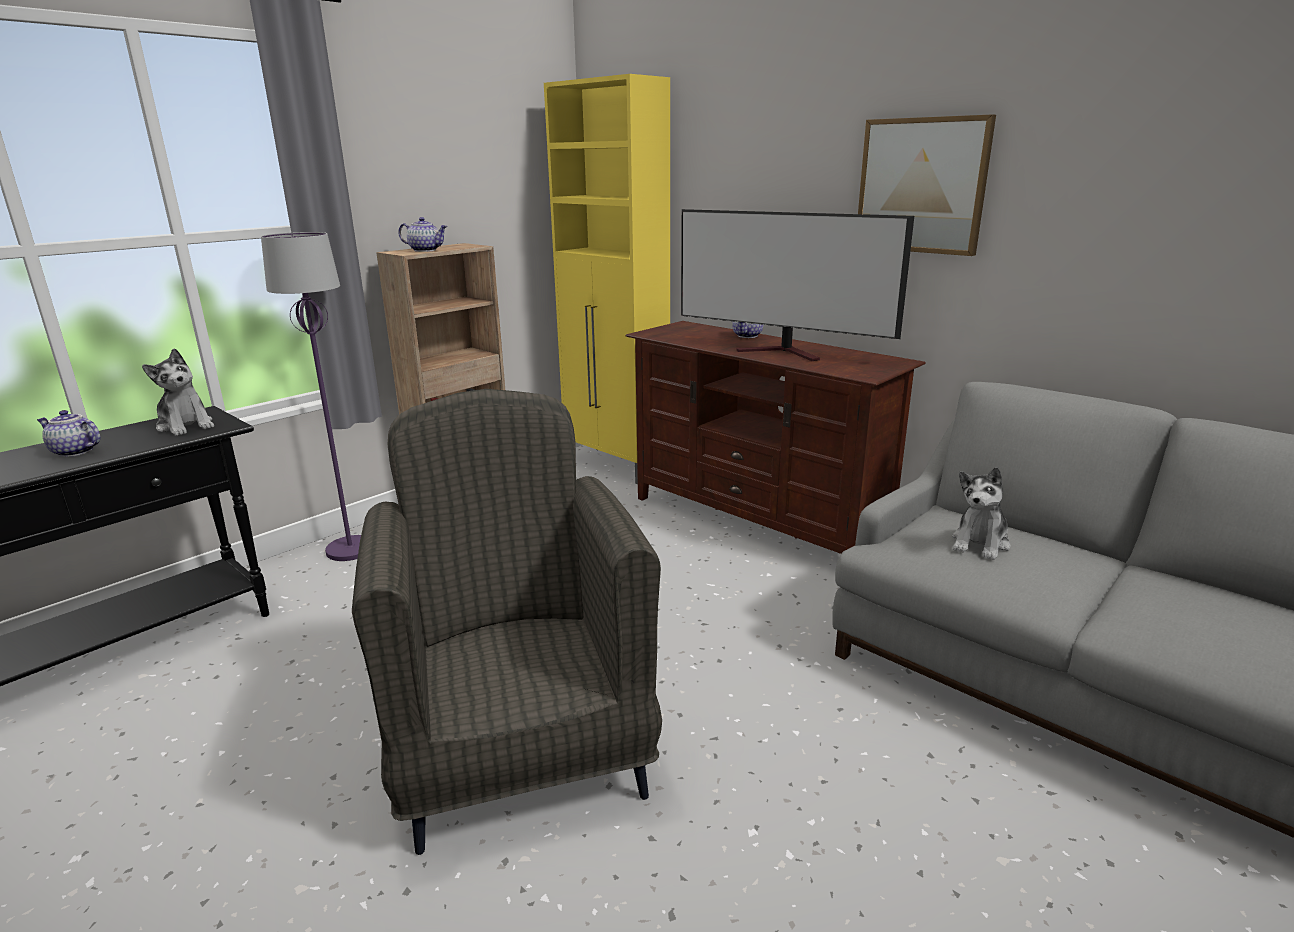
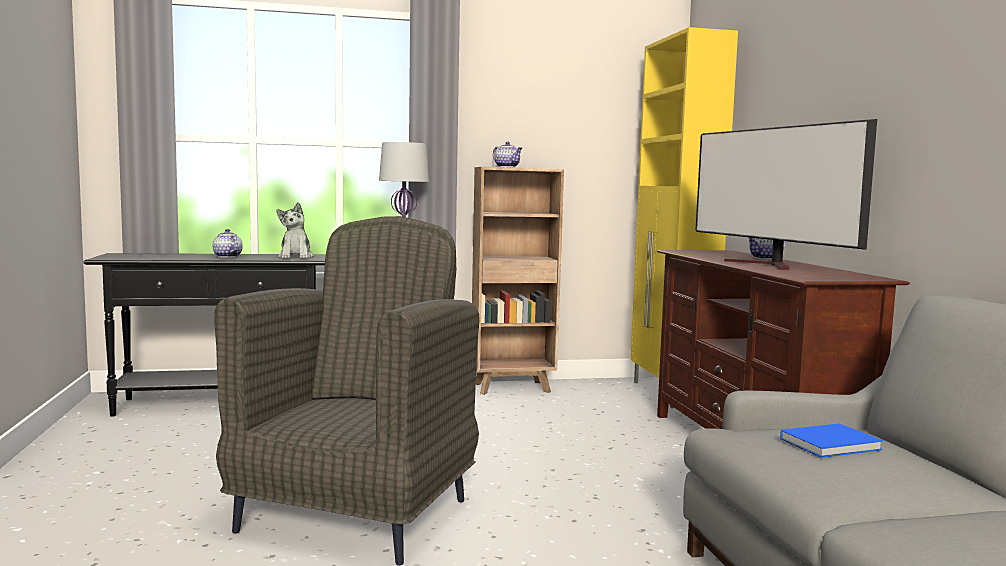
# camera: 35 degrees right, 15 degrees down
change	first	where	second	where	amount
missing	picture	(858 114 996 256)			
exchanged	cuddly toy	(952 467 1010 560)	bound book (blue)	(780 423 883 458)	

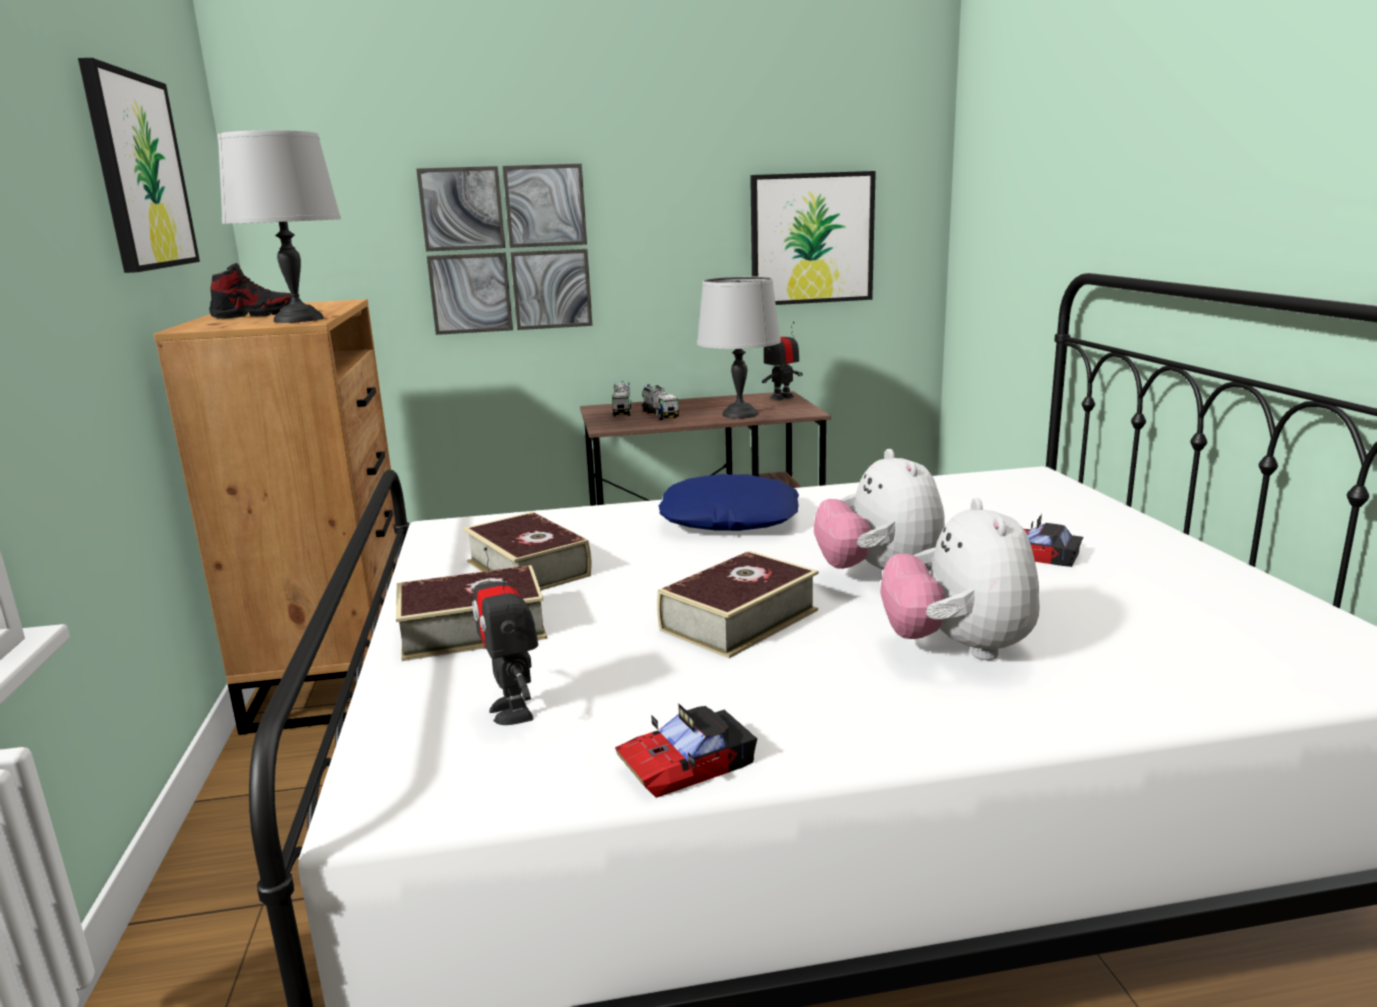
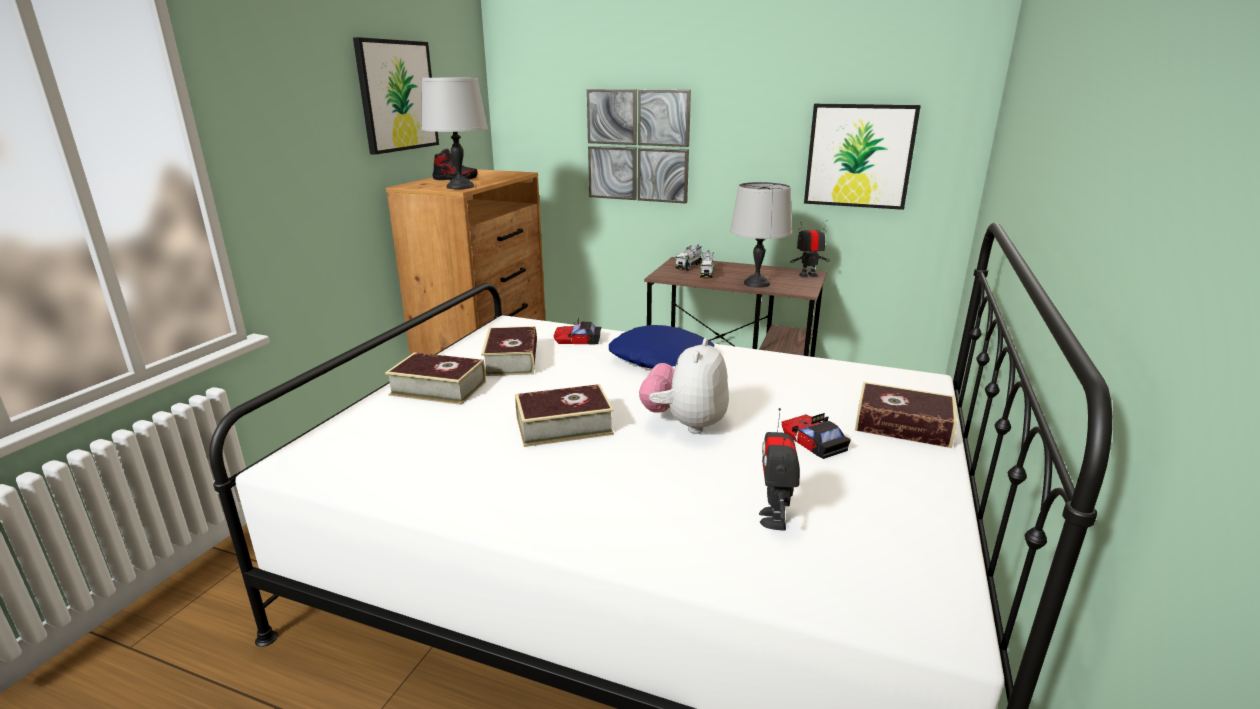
# camera: 30 degrees right, 5 degrees up
change	first	where	second	where	amount
missing	cuddly toy	(880 498 1040 660)			
relocated	toy robot	(472 547 538 725)		(759 408 800 531)	
relocated	miniature car	(615 703 757 798)		(553 318 601 344)	
appeared			bound book	(855 382 957 448)	

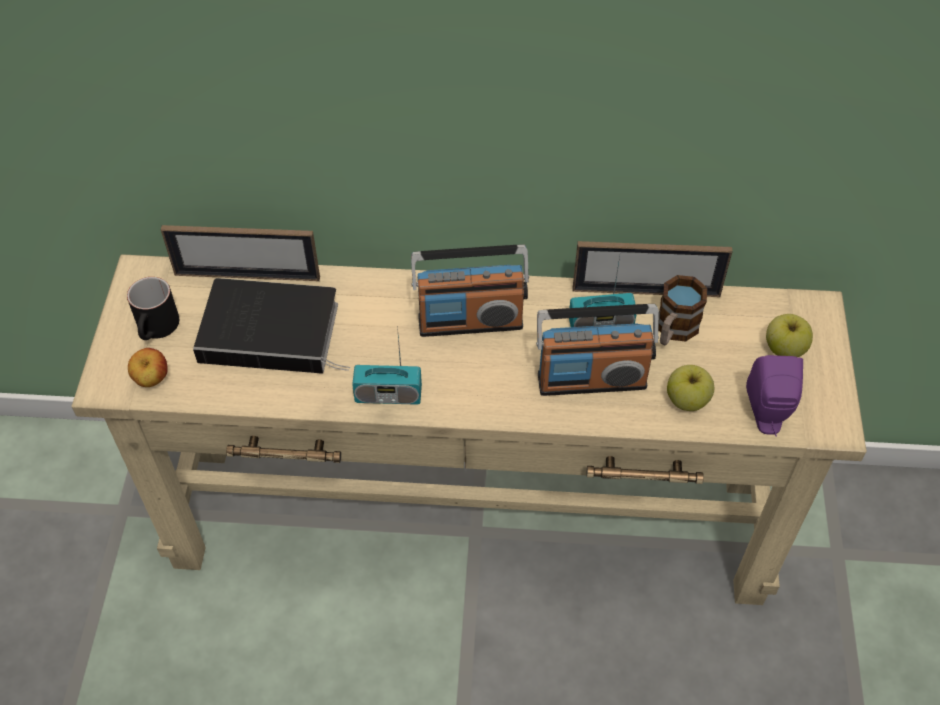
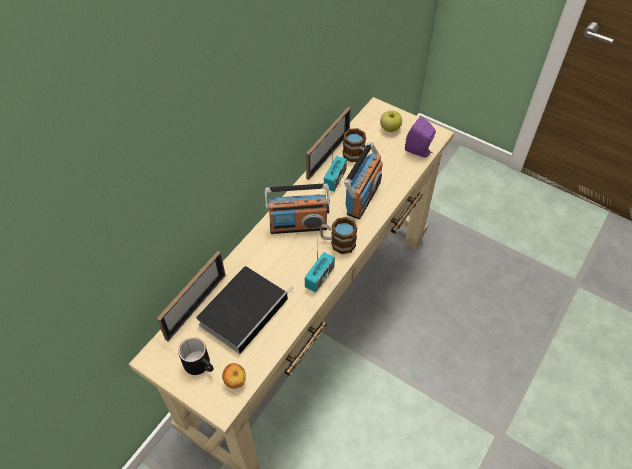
# camera: 60 degrees left, 0 degrees up
change	first	where	second	where	amount
spun	radio receiver	(411 244 529 337)		(265 183 330 234)	60 degrees clockwise
missing	apple fruit	(667 365 714 411)			
appeared			tea mug	(320 217 357 254)	

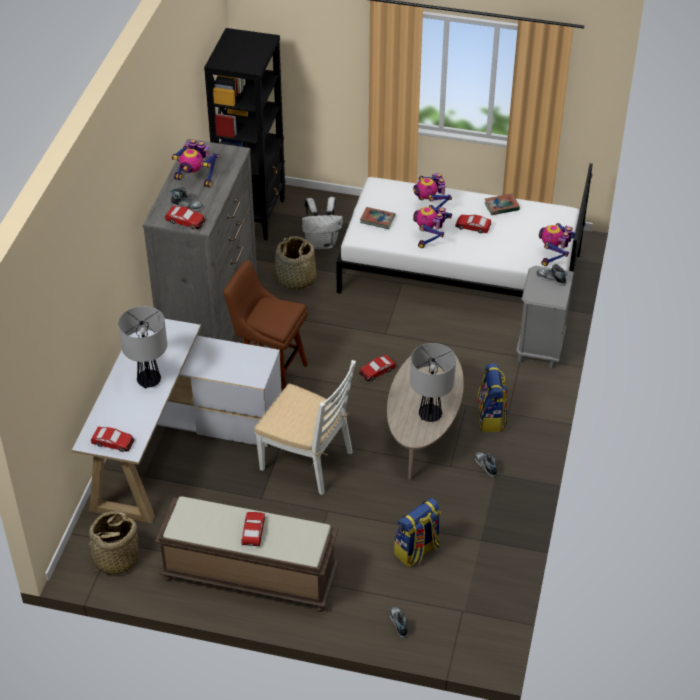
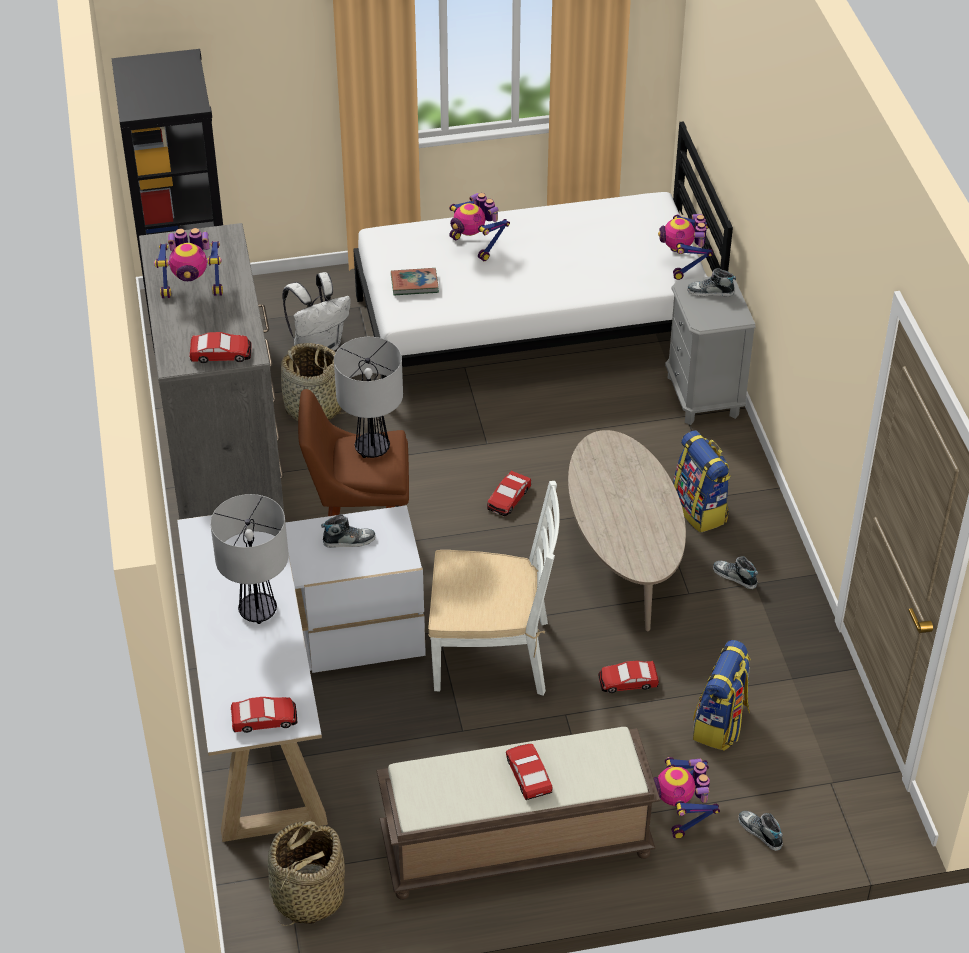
# camera: 25 degrees left, 0 degrees up
change	first	where	second	where	amount
relocated	item of footwear	(170 187 203 212)		(321 514 376 548)	
missing	bound book	(485 194 520 215)			
relocated	toy robot	(413 205 452 248)		(654 757 720 839)	
relocated	miniature car	(455 215 491 233)		(598 660 659 693)	
relocated	lamp for a table	(410 343 456 422)		(334 337 403 458)	

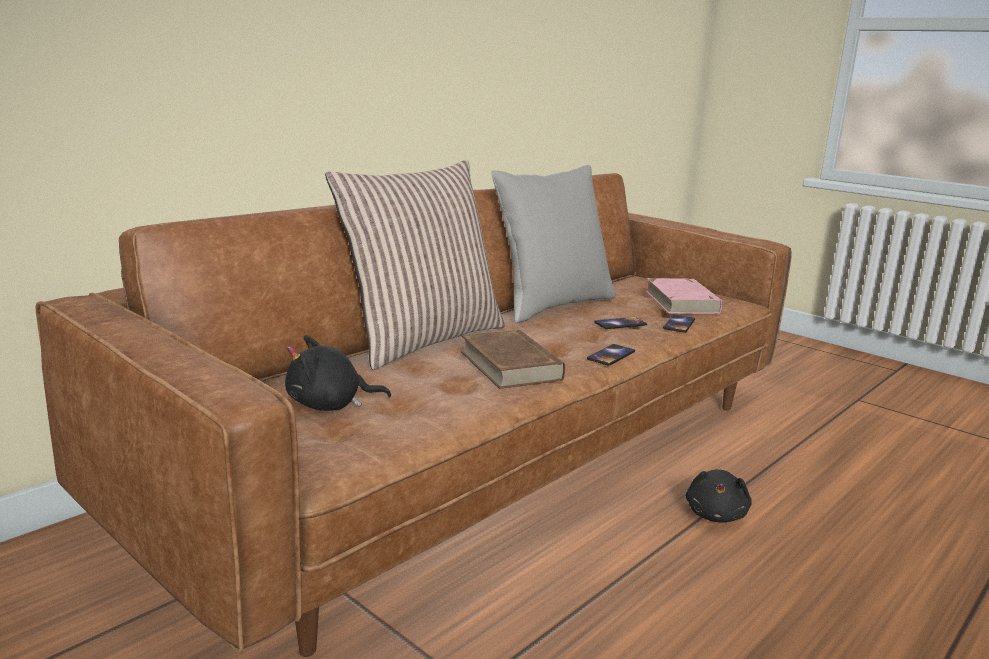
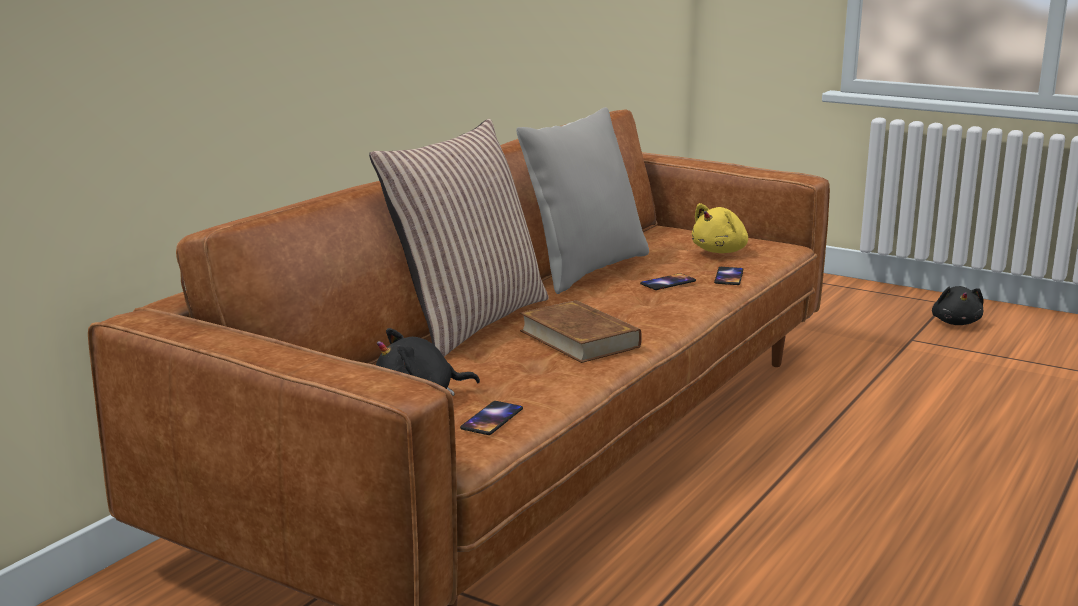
# camera: 10 degrees left, 0 degrees up
change	first	where	second	where	amount
exchanged	bound book (pinkish)	(646 278 722 314)	cuddly toy (yellowish)	(692 203 748 253)	
relocated	handset	(587 344 635 366)		(460 401 523 435)	
relocated	cuddly toy (blackish)	(686 469 752 522)		(932 286 984 325)	

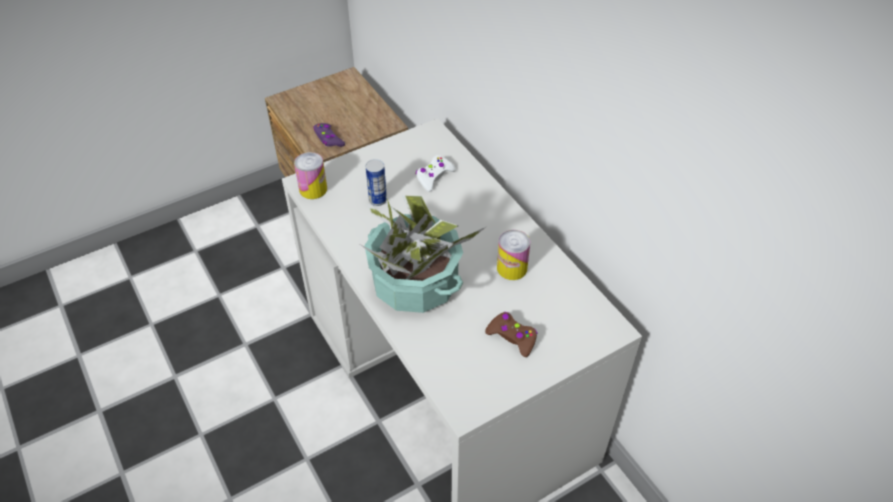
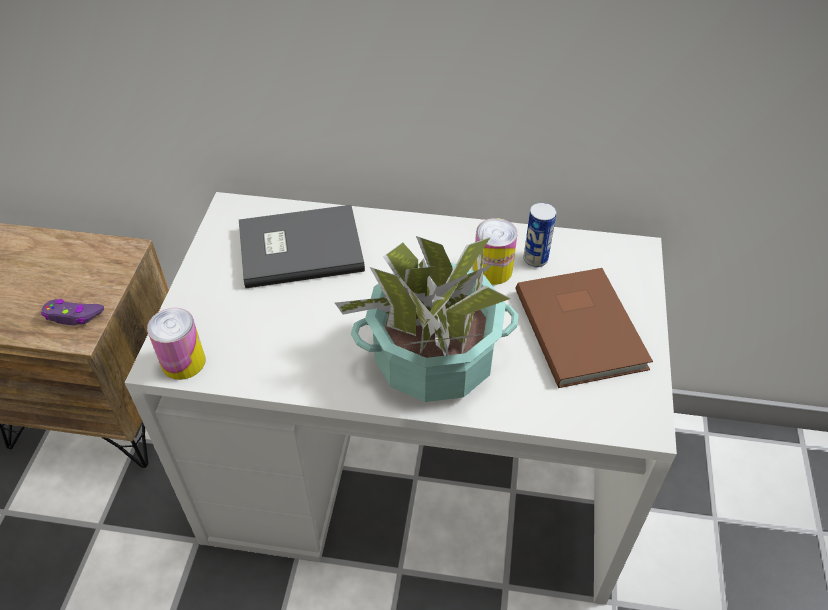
# camera: 50 degrees left, 0 degrees up
change	first	where	second	where	amount
exchanged	joypad (whitish)	(416 155 456 192)	bound book (grey)	(239 205 365 288)	
relocated	sealed can	(366 159 387 206)		(524 202 557 267)	
exchanged	joypad (brown)	(485 312 537 357)	bound book (brown)	(515 268 653 388)	

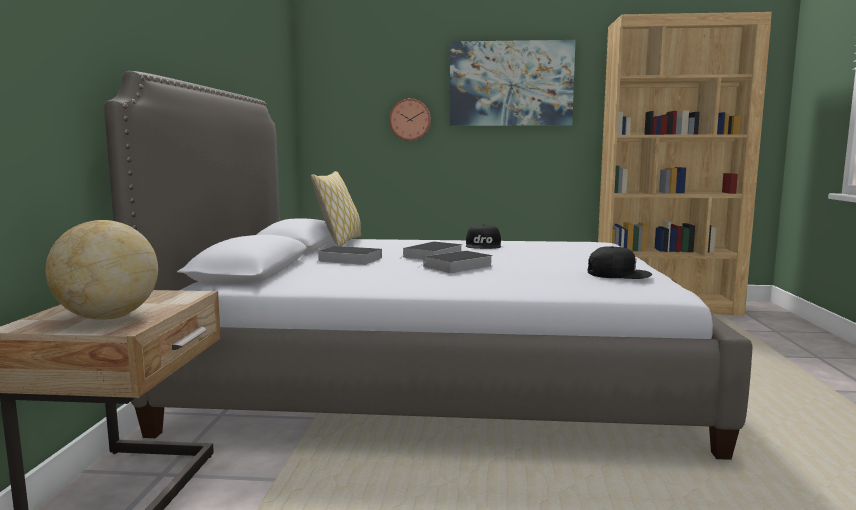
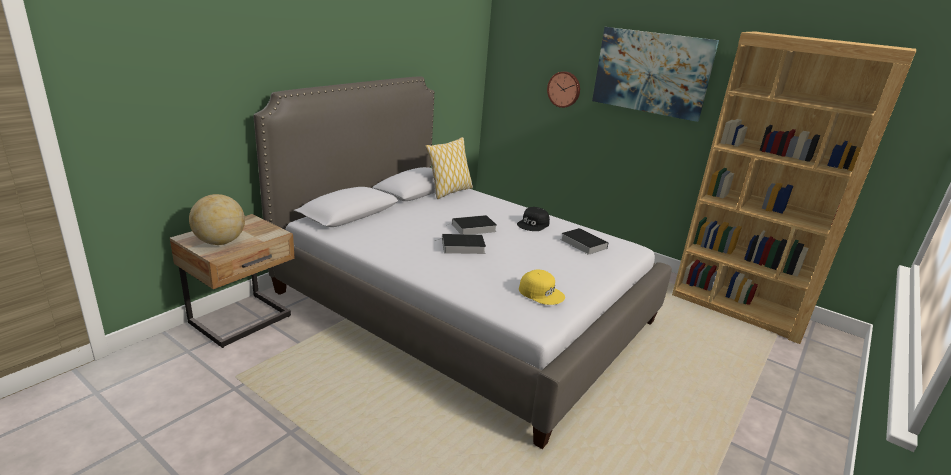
# camera: 30 degrees right, 15 degrees up
change	first	where	second	where	amount
relocated	bound book	(317 246 382 265)		(561 228 609 255)	
colour	peaked cap (blackish)	(588 246 652 279)	peaked cap (yellowish)	(519 270 565 305)	

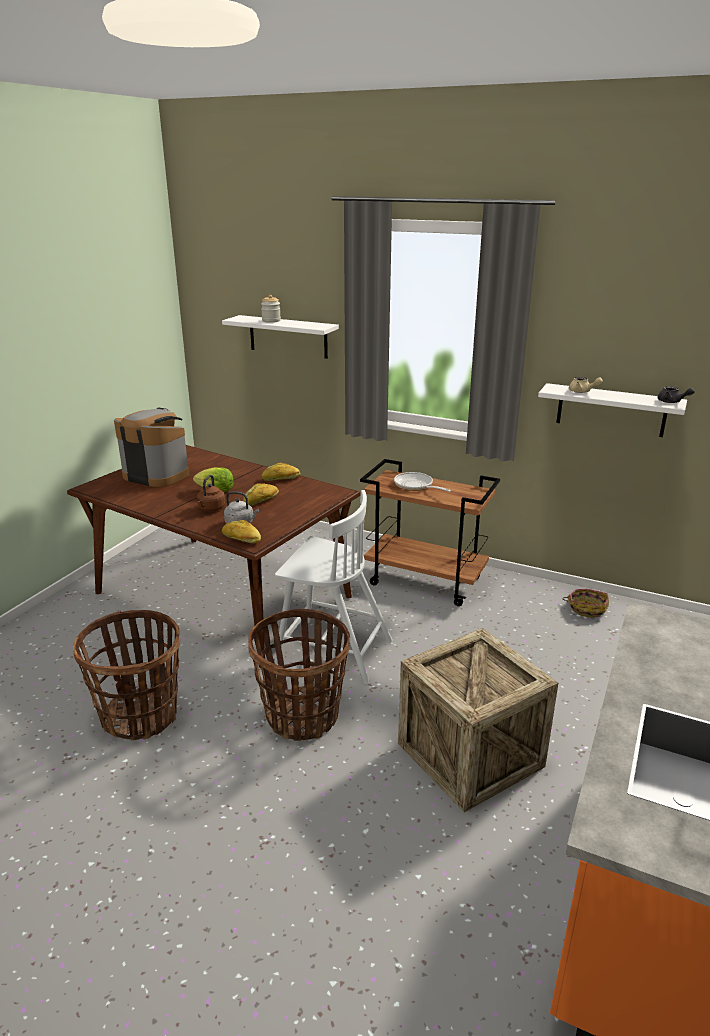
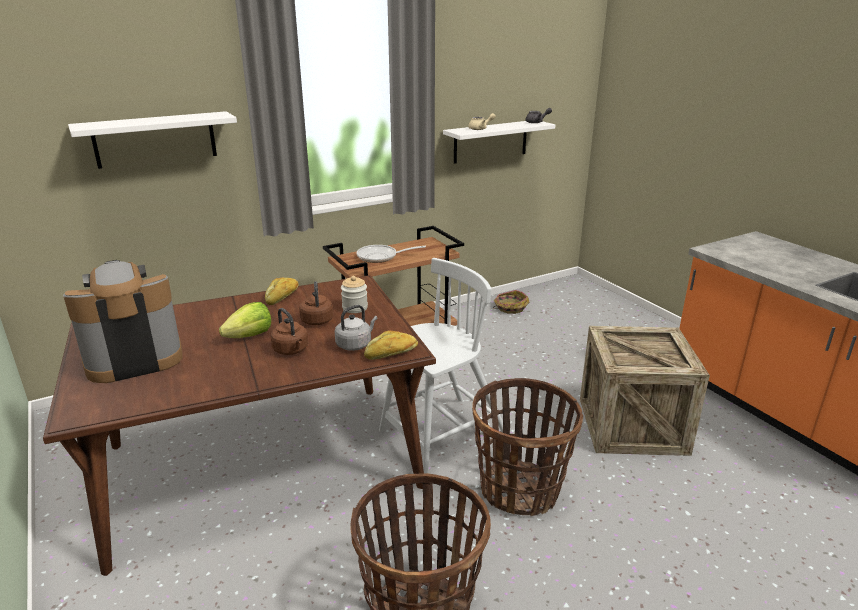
# camera: 55 degrees left, 0 degrees up
change	first	where	second	where	amount
relocated	jar	(261 295 281 323)		(341 276 368 313)	
exchanged	bread	(243 483 279 506)	water kettle (brown)	(299 281 334 325)	

